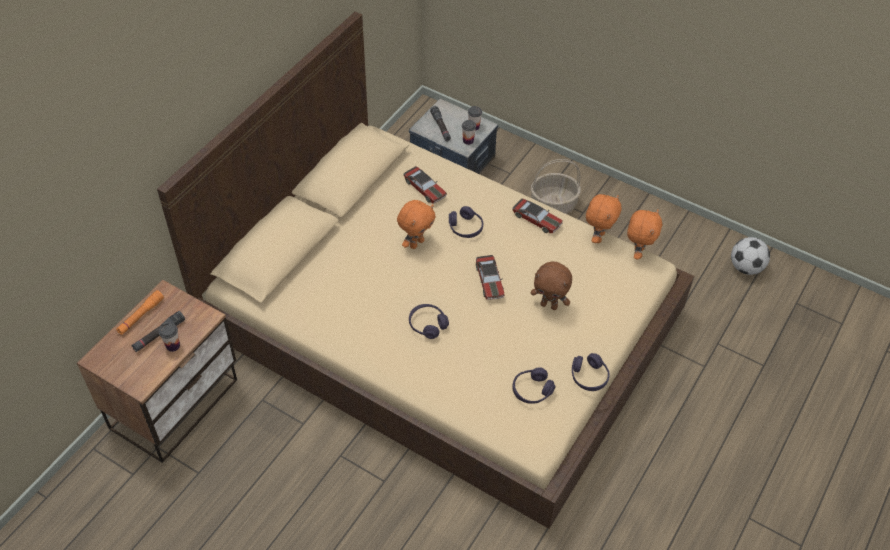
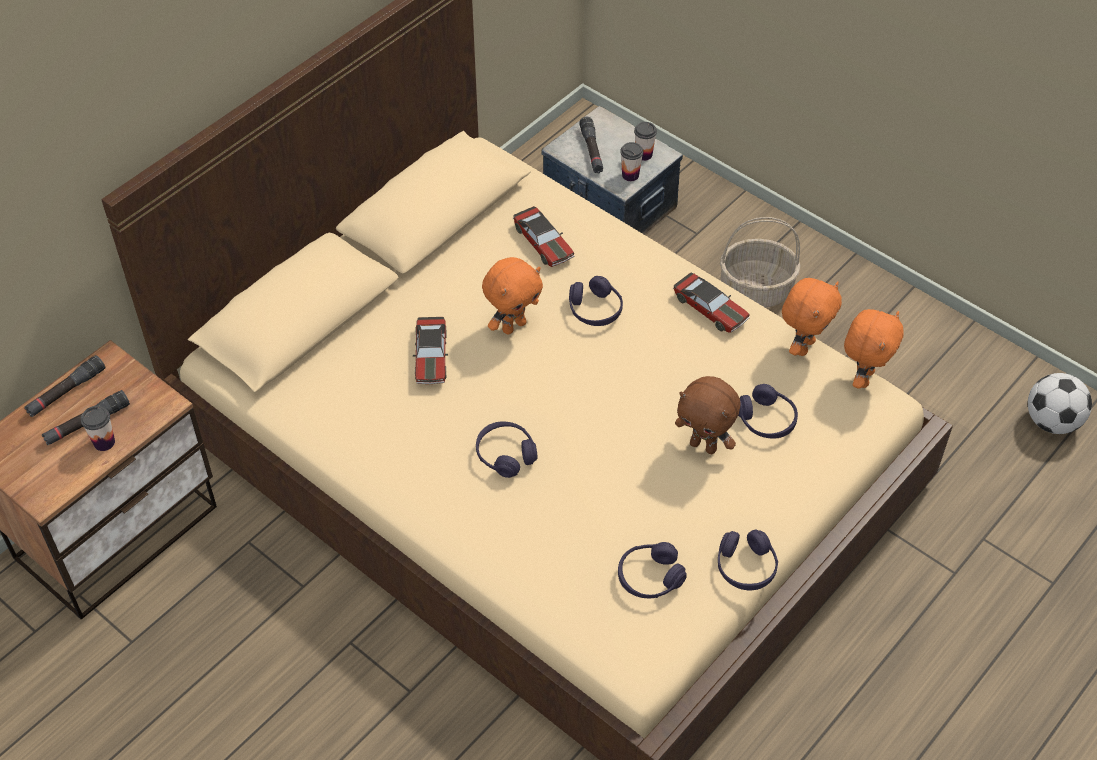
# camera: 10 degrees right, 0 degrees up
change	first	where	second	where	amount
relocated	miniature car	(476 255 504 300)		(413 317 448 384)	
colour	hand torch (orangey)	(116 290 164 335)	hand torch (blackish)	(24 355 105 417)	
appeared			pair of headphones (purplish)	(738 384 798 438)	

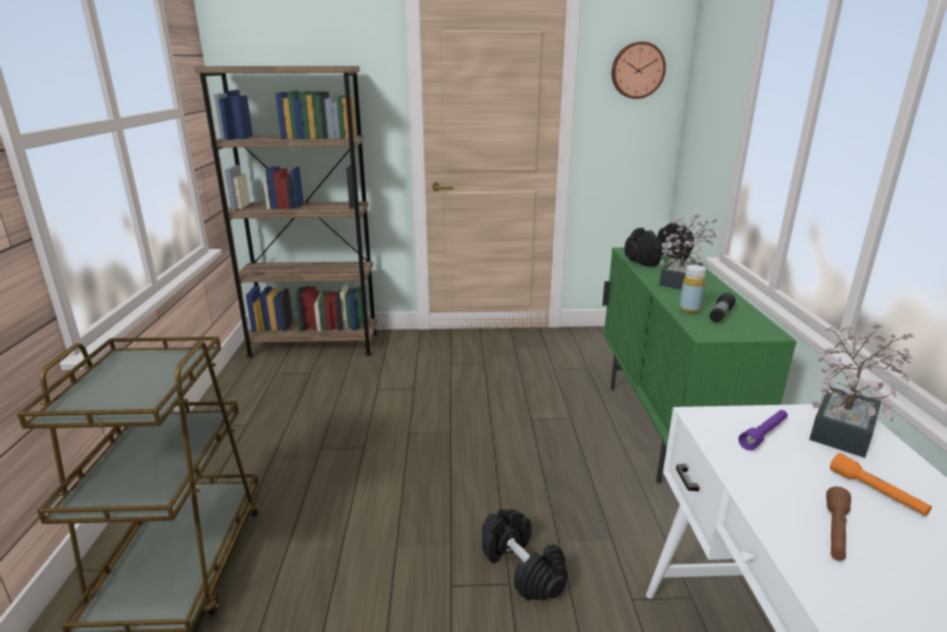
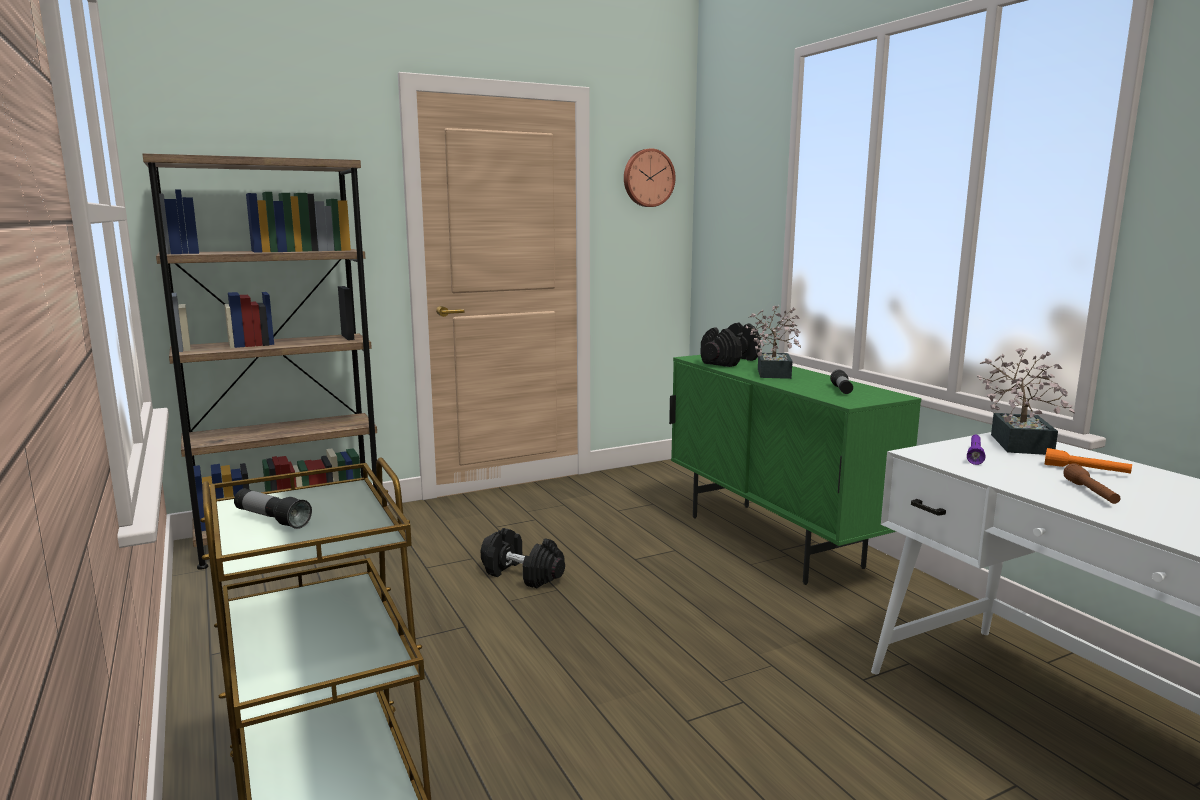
# camera: 25 degrees left, 10 degrees down
change	first	where	second	where	amount
missing	drink bottle (yellowish)	(679 265 706 313)			
relocated	dumbbell (blackish)	(482 509 568 601)		(481 528 565 588)	
appeared			hand torch	(234 489 312 529)	

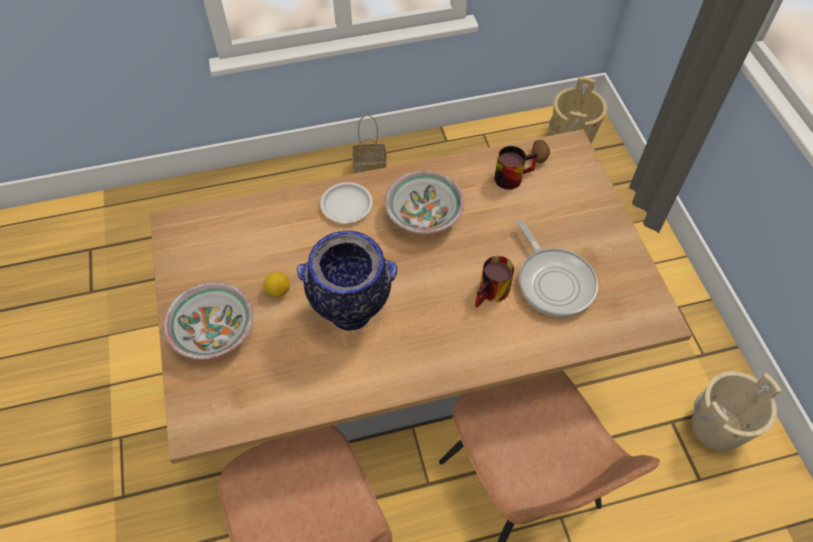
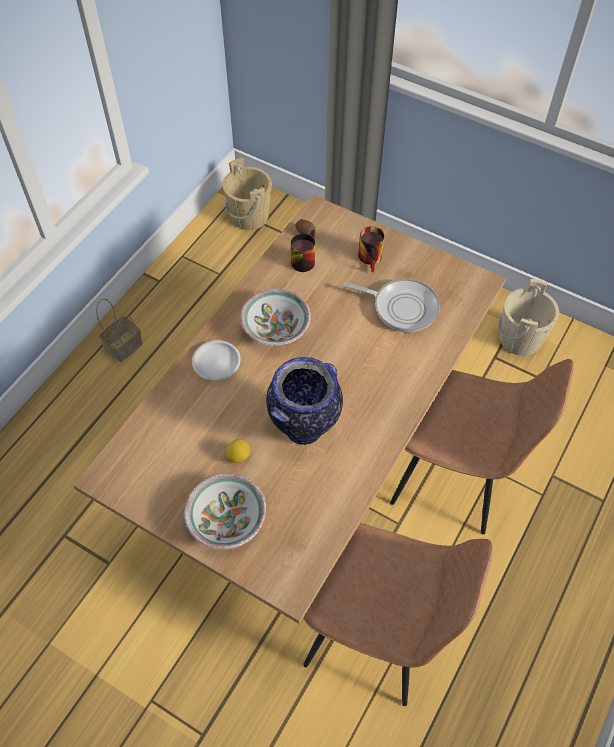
# camera: 45 degrees left, 0 degrees up
change	first	where	second	where	amount
relocated	tea mug	(475 256 514 308)		(358 226 384 272)	

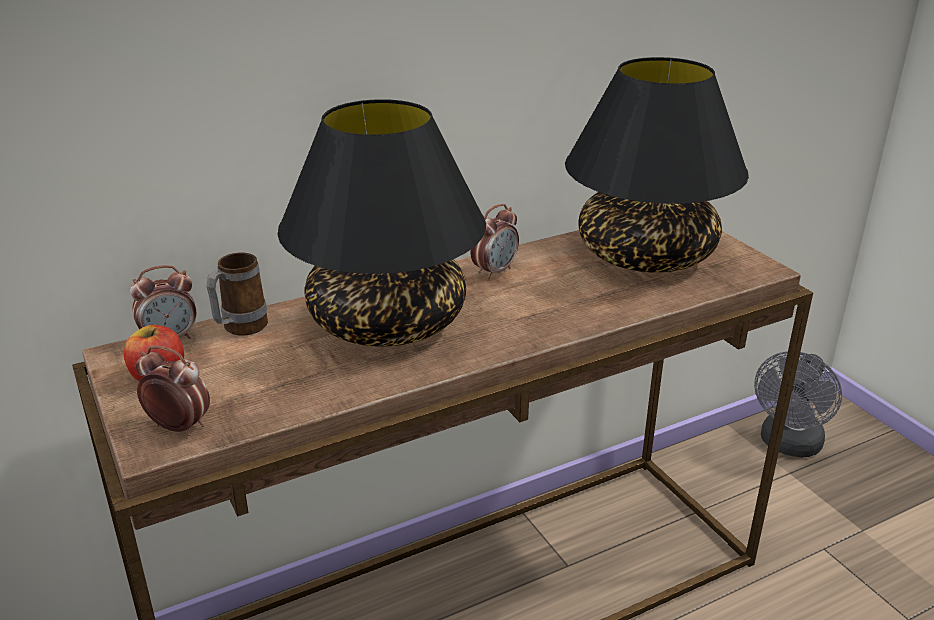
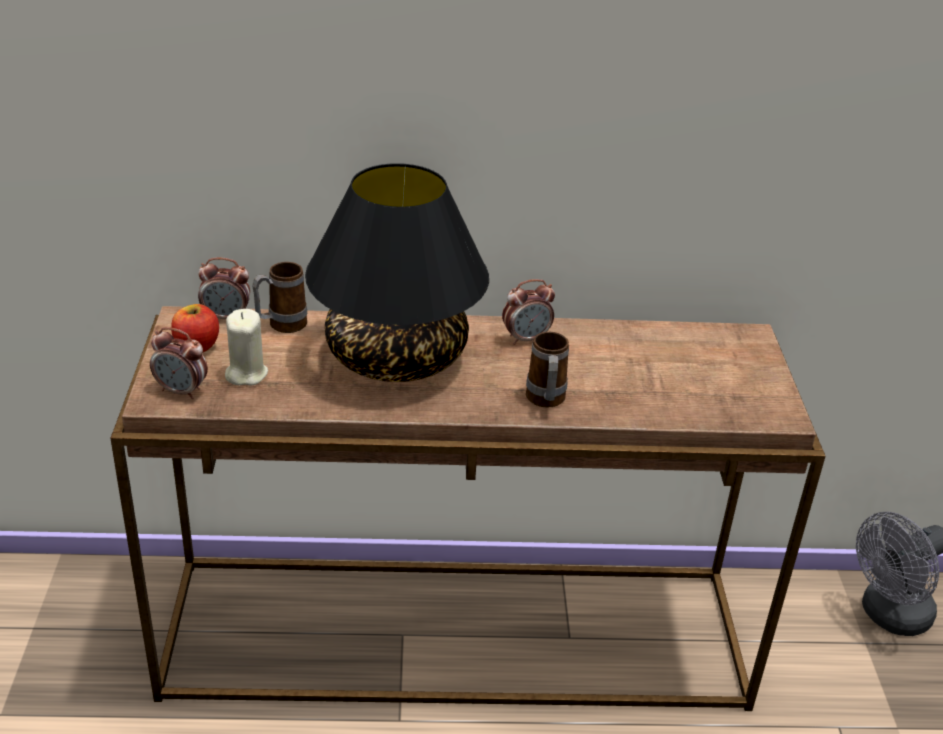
# camera: 25 degrees right, 5 degrees up
change	first	where	second	where	amount
missing	lamp for a table (blackish)	(565 57 749 272)			
spun	bedside clock	(136 346 210 436)		(150 327 208 399)	150 degrees clockwise
appeared			wax candle (beige-coloured)	(225 309 268 386)	
appeared			tea mug	(526 332 569 408)	

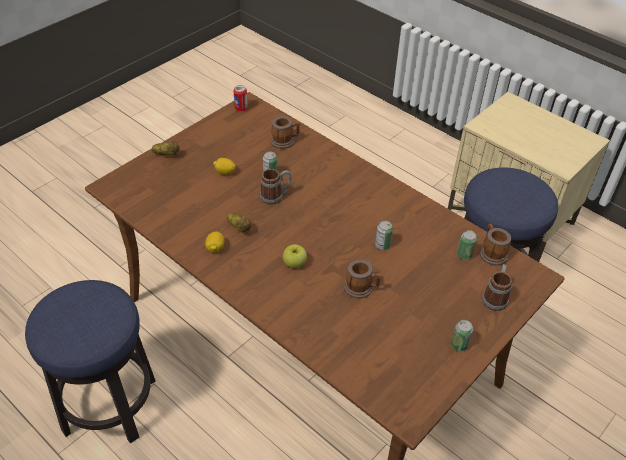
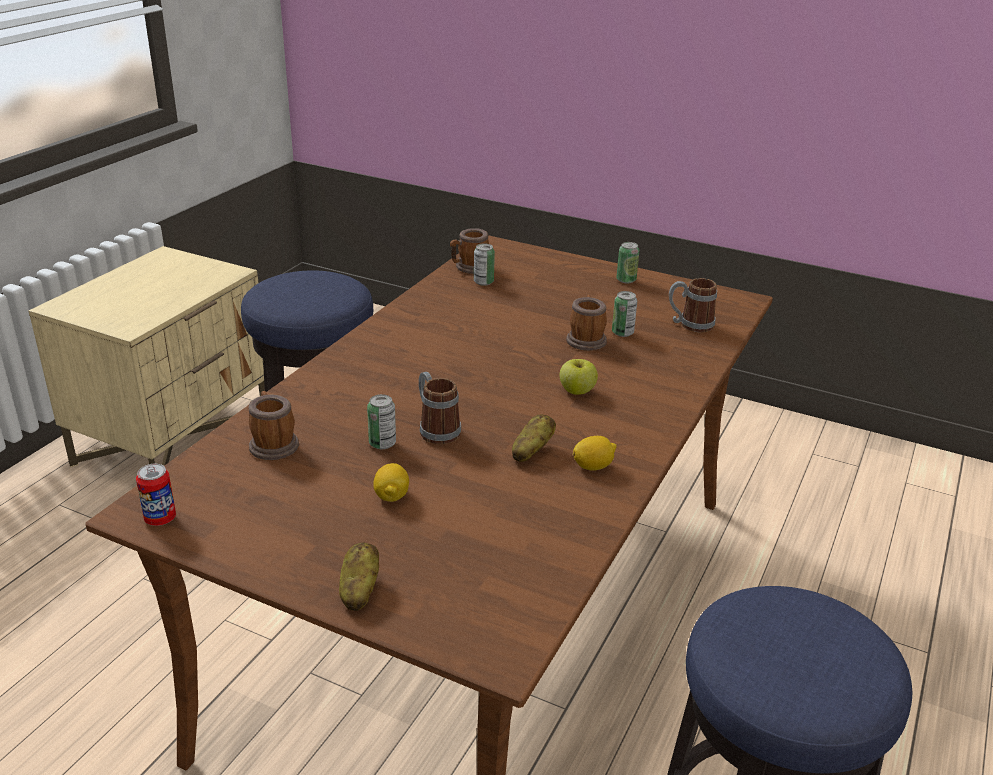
# camera: 105 degrees left, 15 degrees down
change	first	where	second	where	amount
relocated	sealed can	(375 221 393 250)		(612 291 637 337)	
relocated	tea mug	(482 264 512 311)		(669 278 717 332)	

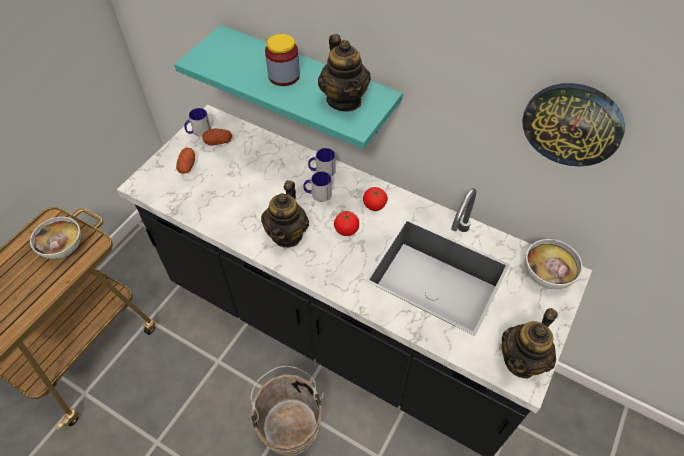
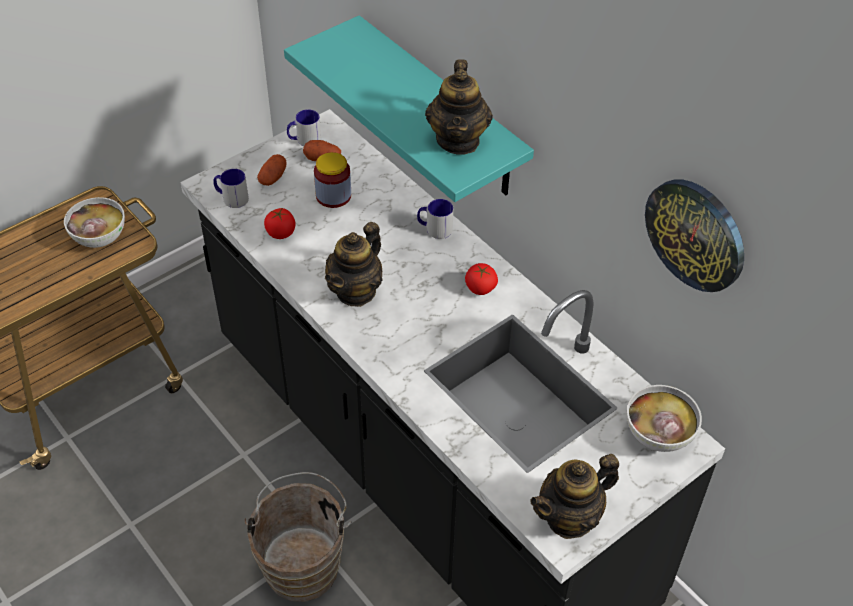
# camera: 20 degrees right, 5 degrees down
change	first	where	second	where	amount
relocated	jar	(265 34 300 86)		(314 152 351 208)	
relocated	tea mug	(303 171 332 202)		(213 169 249 208)	
relocated	tomato	(334 211 359 236)		(264 208 296 239)	

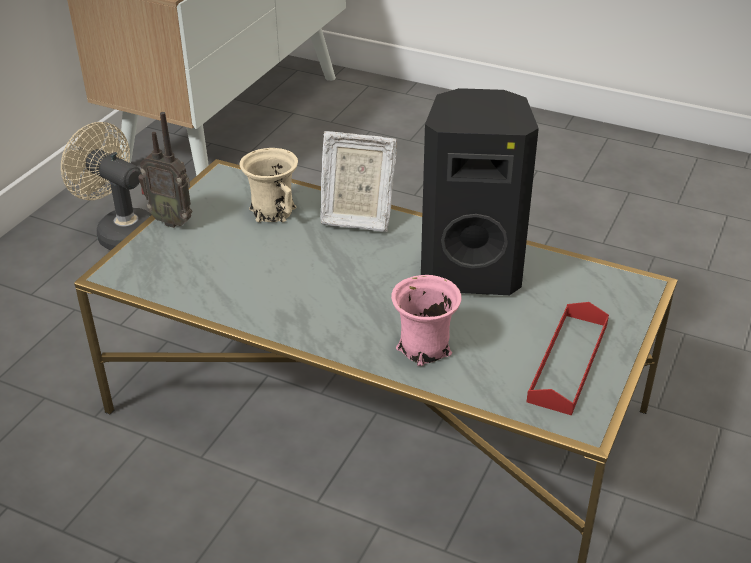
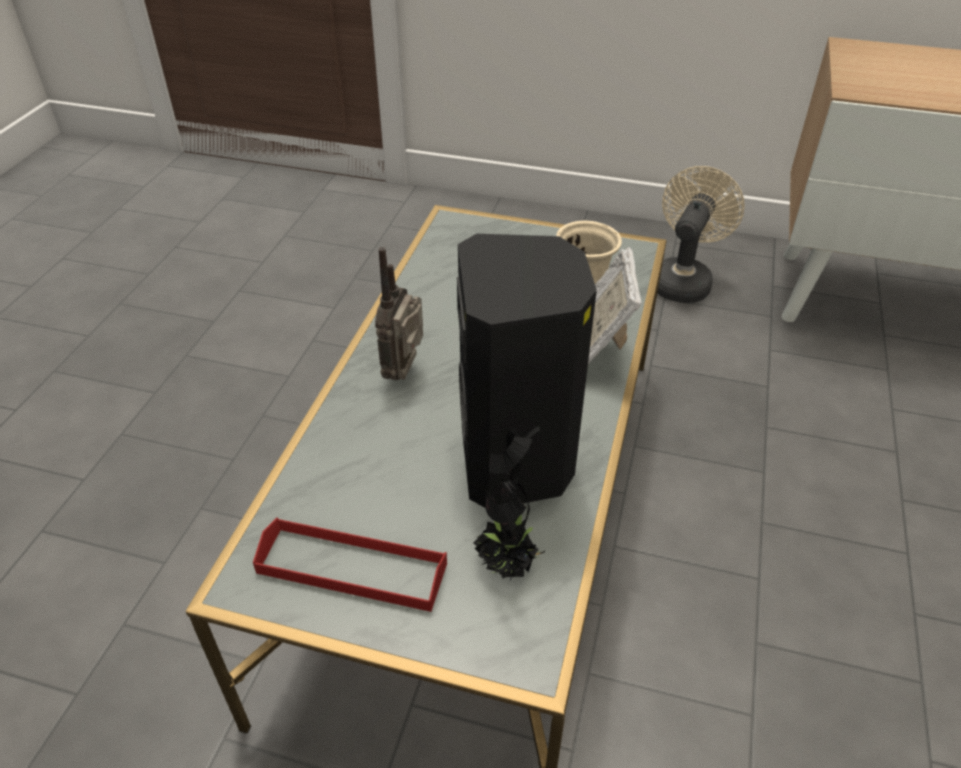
# camera: 80 degrees right, 5 degrees up
change	first	where	second	where	amount
relocated	radio receiver	(138 112 192 228)		(375 247 423 380)	
missing	tea mug (pinkish)	(391 275 462 366)			
appeared			houseplant	(473 426 545 581)	

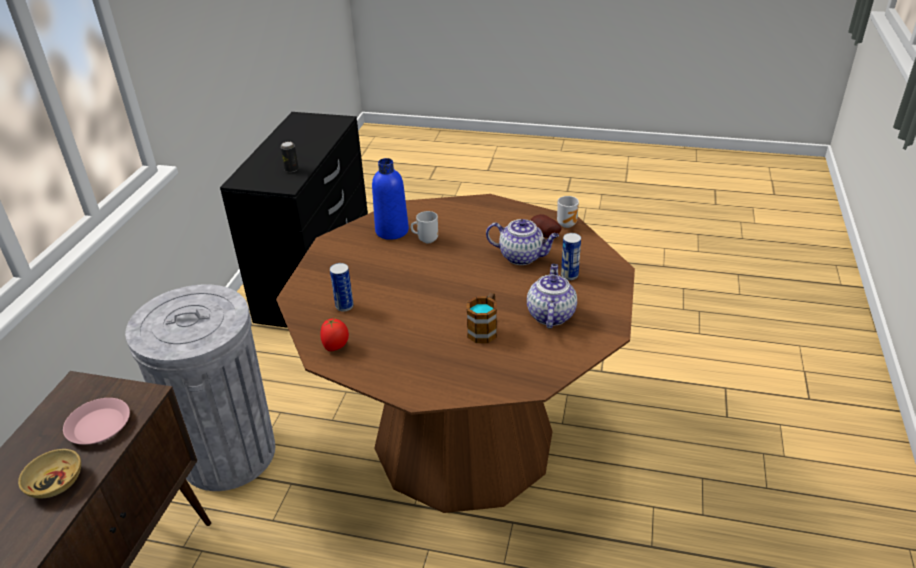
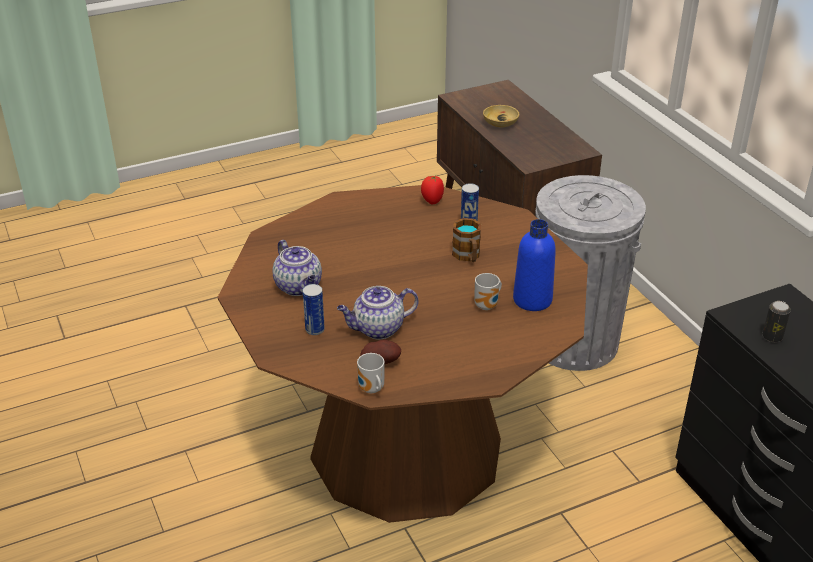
# camera: 140 degrees right, 0 degrees up
change	first	where	second	where	amount
relocated	tea mug	(466 292 497 343)		(452 218 481 262)	
missing	flat dish (pinkish)	(63 398 130 445)			

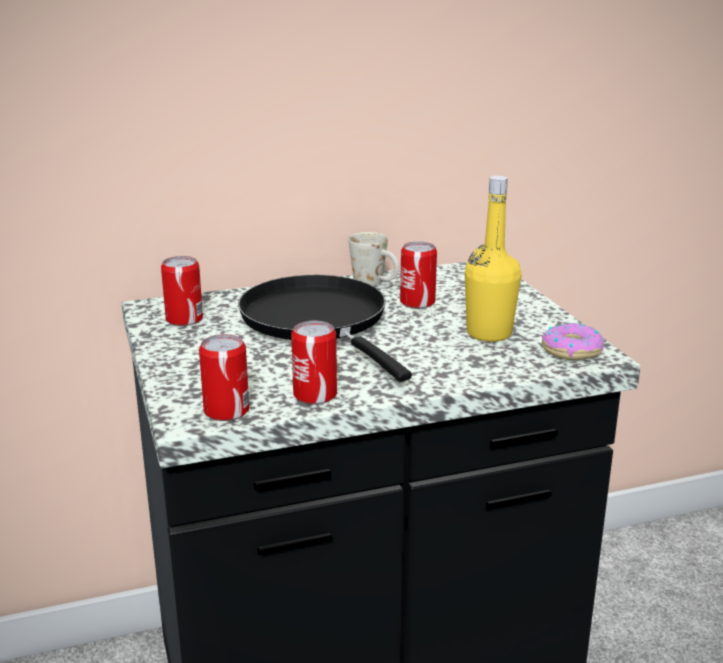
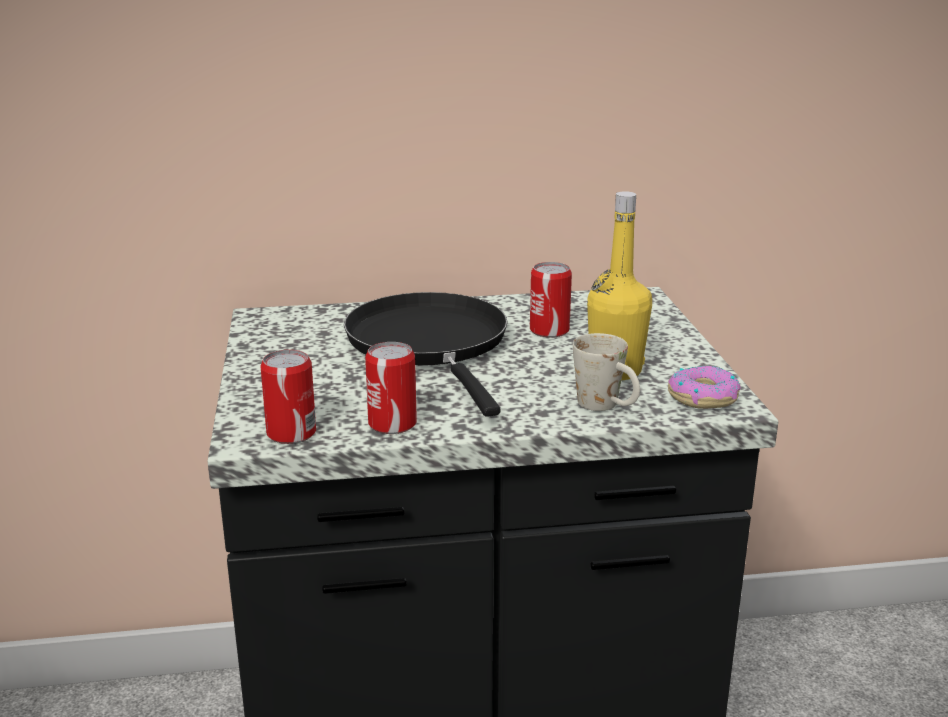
# camera: 10 degrees right, 0 degrees up
change	first	where	second	where	amount
relocated	tea mug (whitish)	(348 232 399 286)		(573 333 640 411)	
missing	sealed can	(161 256 203 326)			

